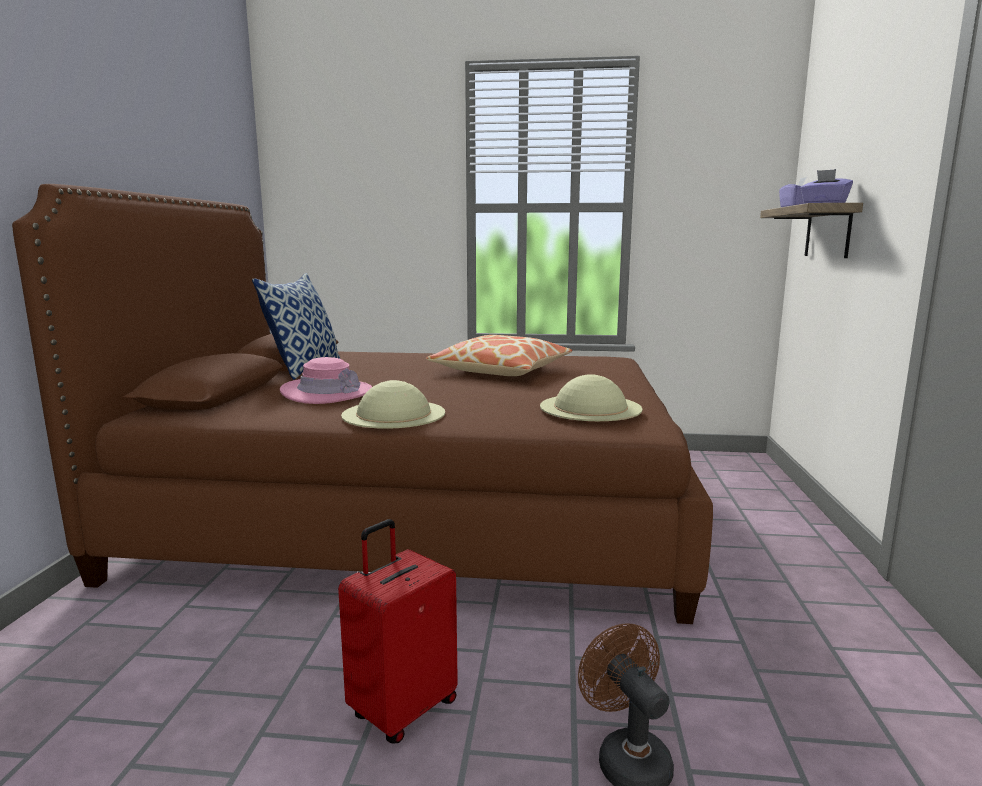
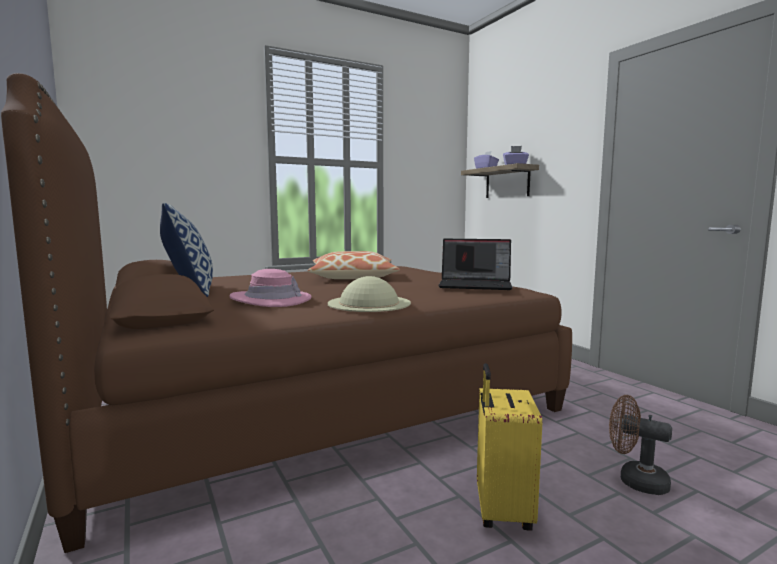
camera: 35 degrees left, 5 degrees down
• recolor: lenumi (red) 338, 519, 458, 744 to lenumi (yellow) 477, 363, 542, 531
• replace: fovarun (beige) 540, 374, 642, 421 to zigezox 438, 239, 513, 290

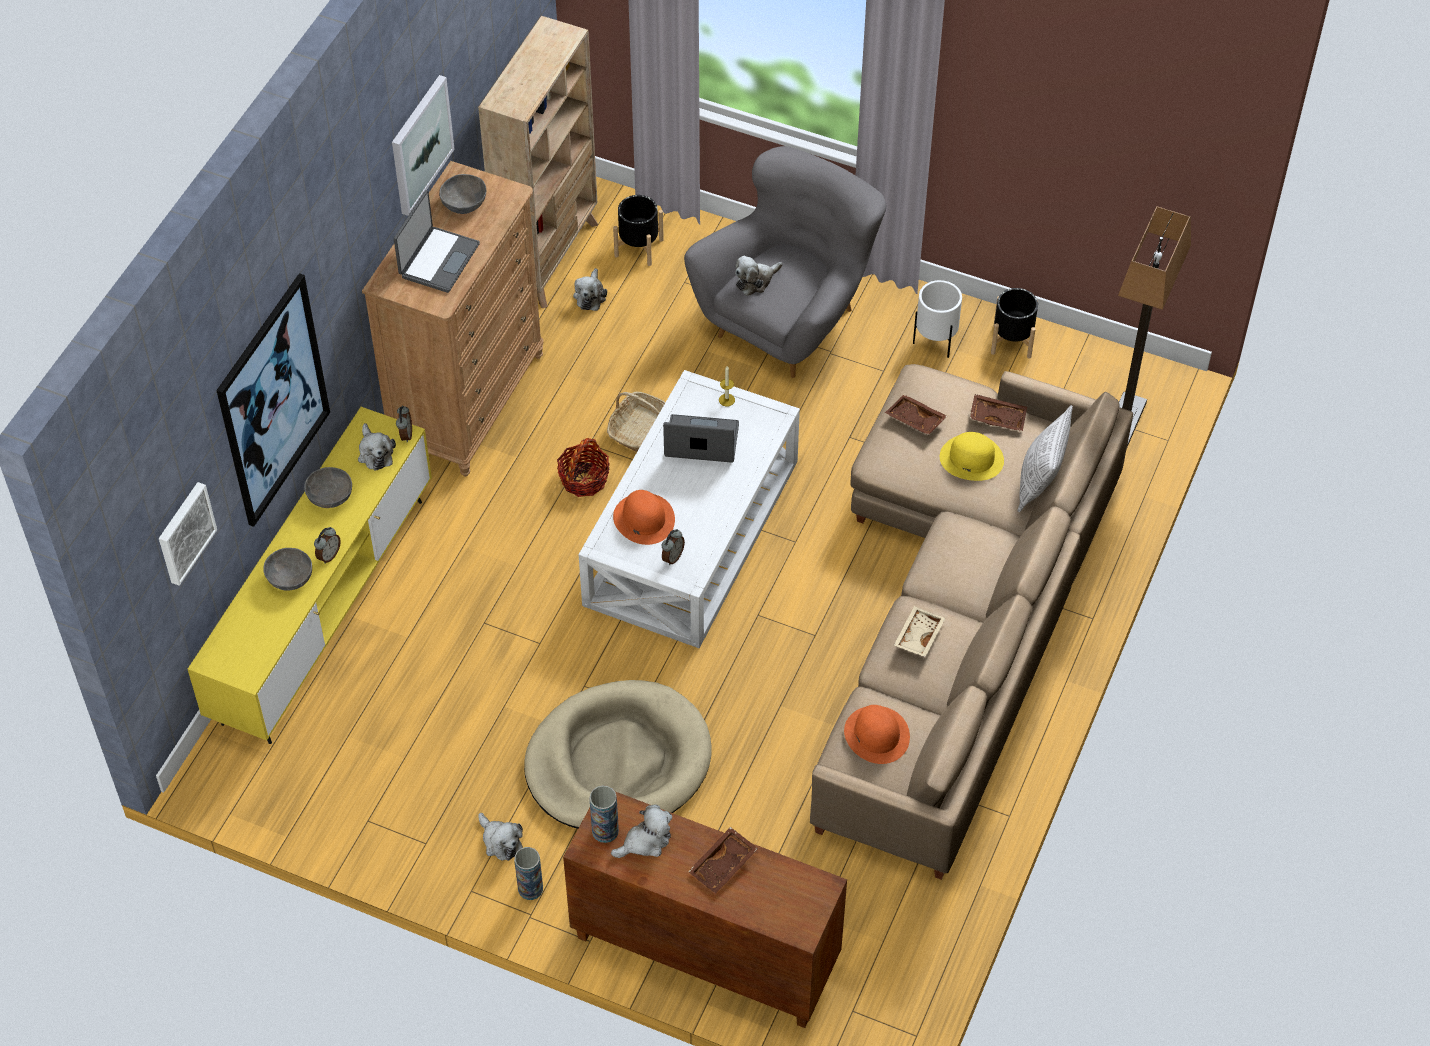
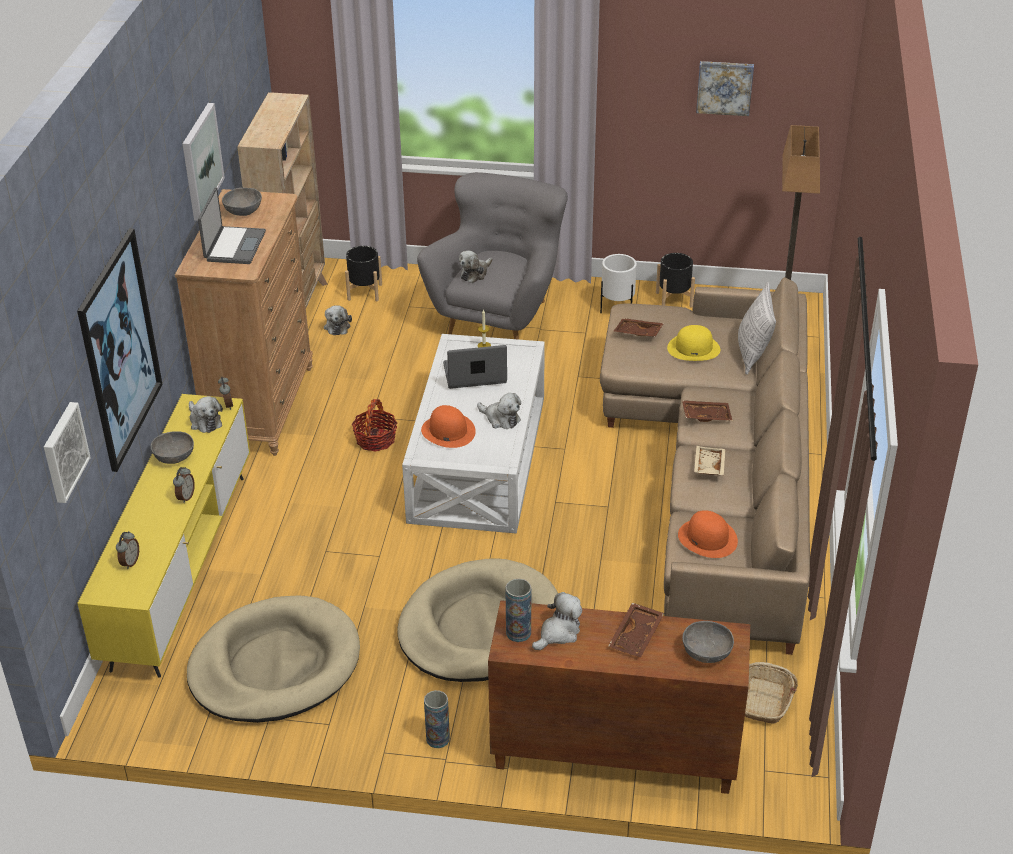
camera: 15 degrees left, 15 degrees down
• move: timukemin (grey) 263, 548, 312, 591 to 682, 621, 734, 663
• move: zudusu 478, 813, 523, 861 to 477, 393, 521, 429
• move: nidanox 607, 392, 665, 452 to 745, 662, 798, 723
• move: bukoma 662, 529, 685, 565 to 116, 531, 139, 569
• move: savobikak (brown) 970, 394, 1027, 432 to 682, 400, 733, 422
• insert: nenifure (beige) 187, 596, 360, 723
• insert: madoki 696, 61, 754, 116

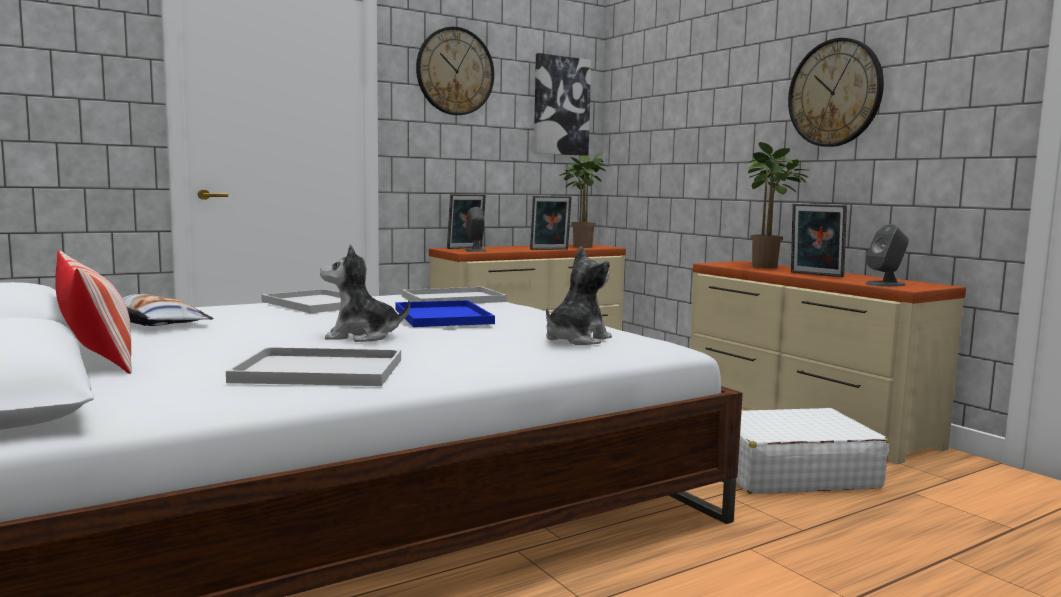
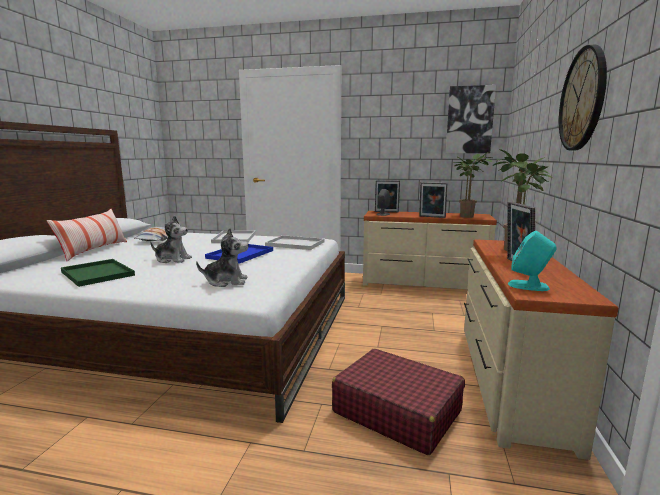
camera: 45 degrees right, 5 degrees up
• recolor: savobikak (white) 226, 347, 401, 386 to savobikak (green) 61, 259, 135, 287
• rotate: zudusu 320, 244, 410, 342 = 150, 215, 192, 263 150 degrees clockwise
• delete: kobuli 416, 27, 494, 115
• recolor: lenumi (white) 736, 408, 889, 494 to lenumi (red) 332, 349, 465, 455
• recolor: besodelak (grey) 866, 224, 909, 287 to besodelak (turquoise) 508, 231, 557, 291

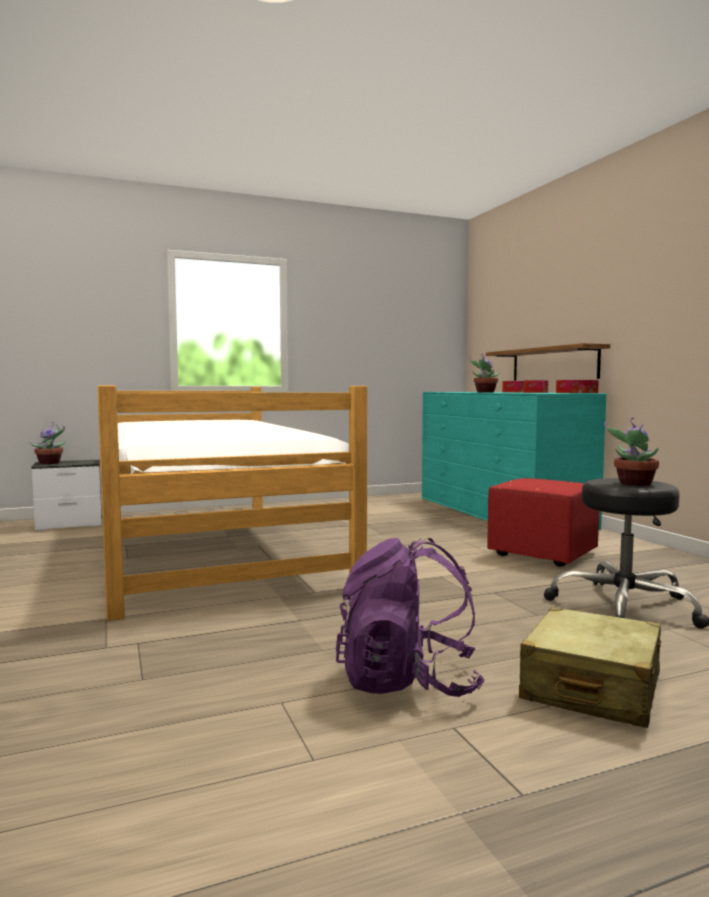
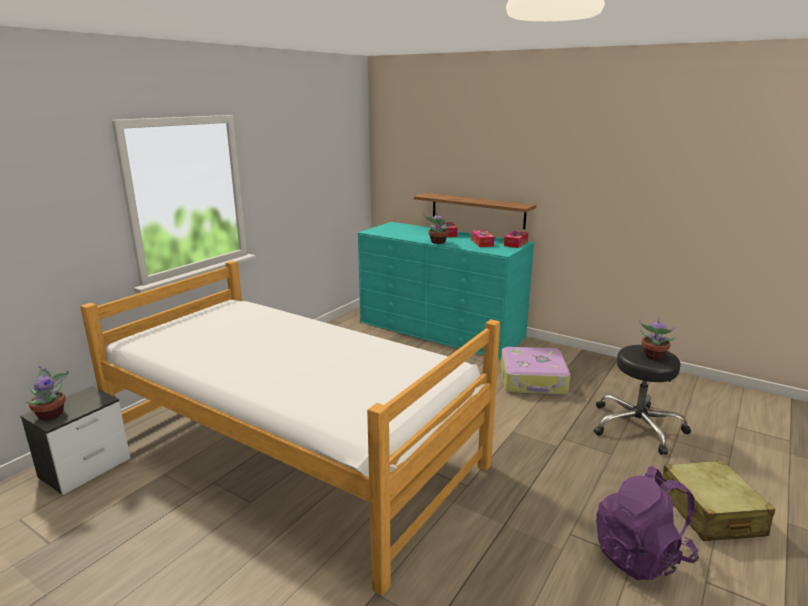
camera: 35 degrees left, 15 degrees up
• replace: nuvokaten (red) 487, 478, 599, 566 to lenumi 501, 347, 571, 395

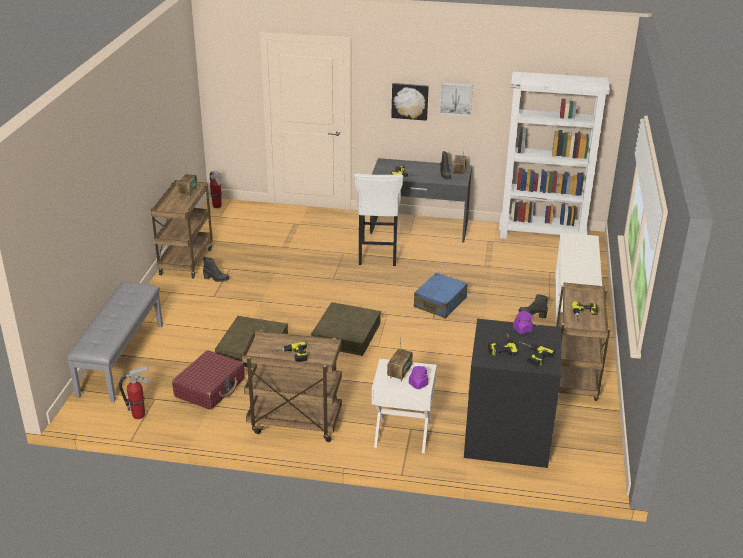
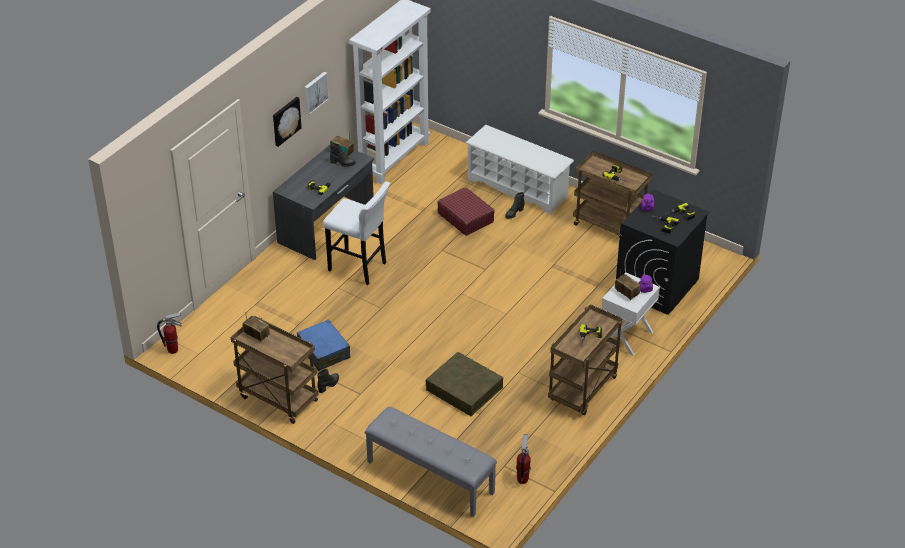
camera: 65 degrees left, 10 degrees up
• move: lenumi (red) 172, 350, 245, 410 to 437, 187, 495, 236
• delete: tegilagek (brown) 311, 302, 381, 356
• move: lenumi (blue) 414, 273, 468, 319 to 297, 319, 350, 371

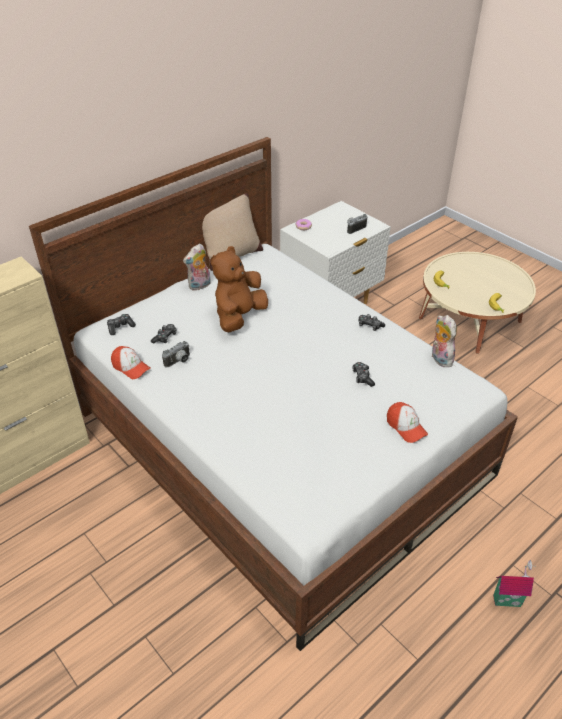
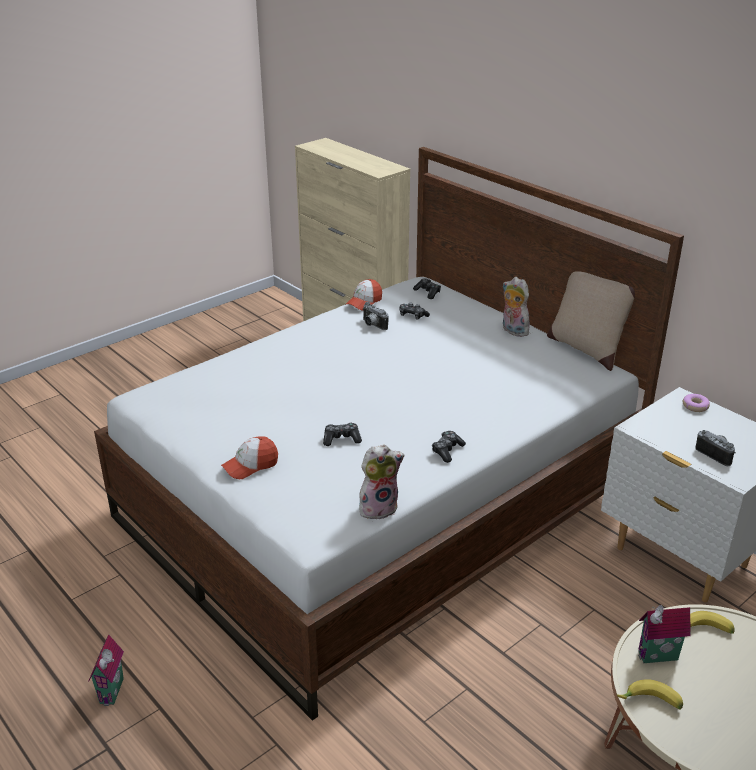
camera: 90 degrees right, 10 degrees down
• delete: zudusu (brown) 210, 246, 268, 332
• insert: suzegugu 638, 605, 691, 663

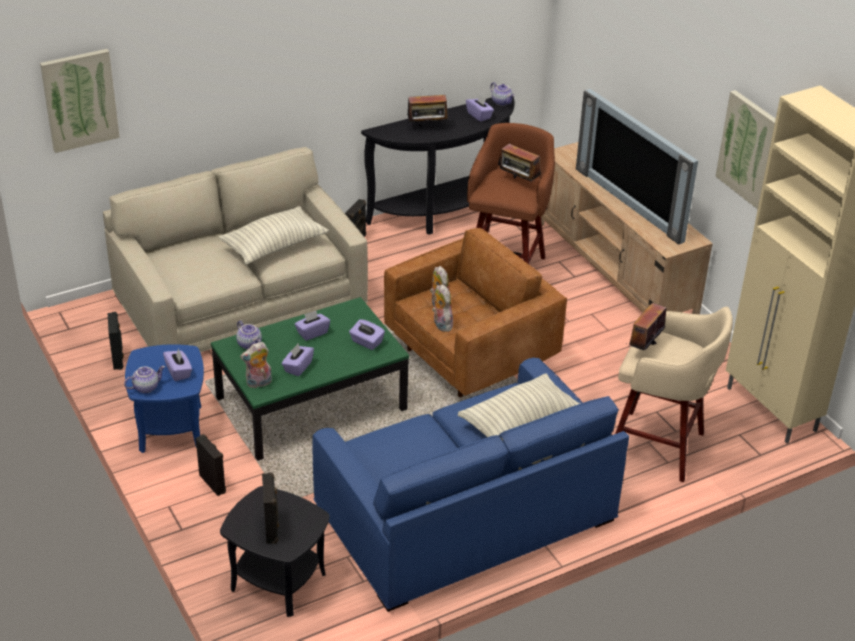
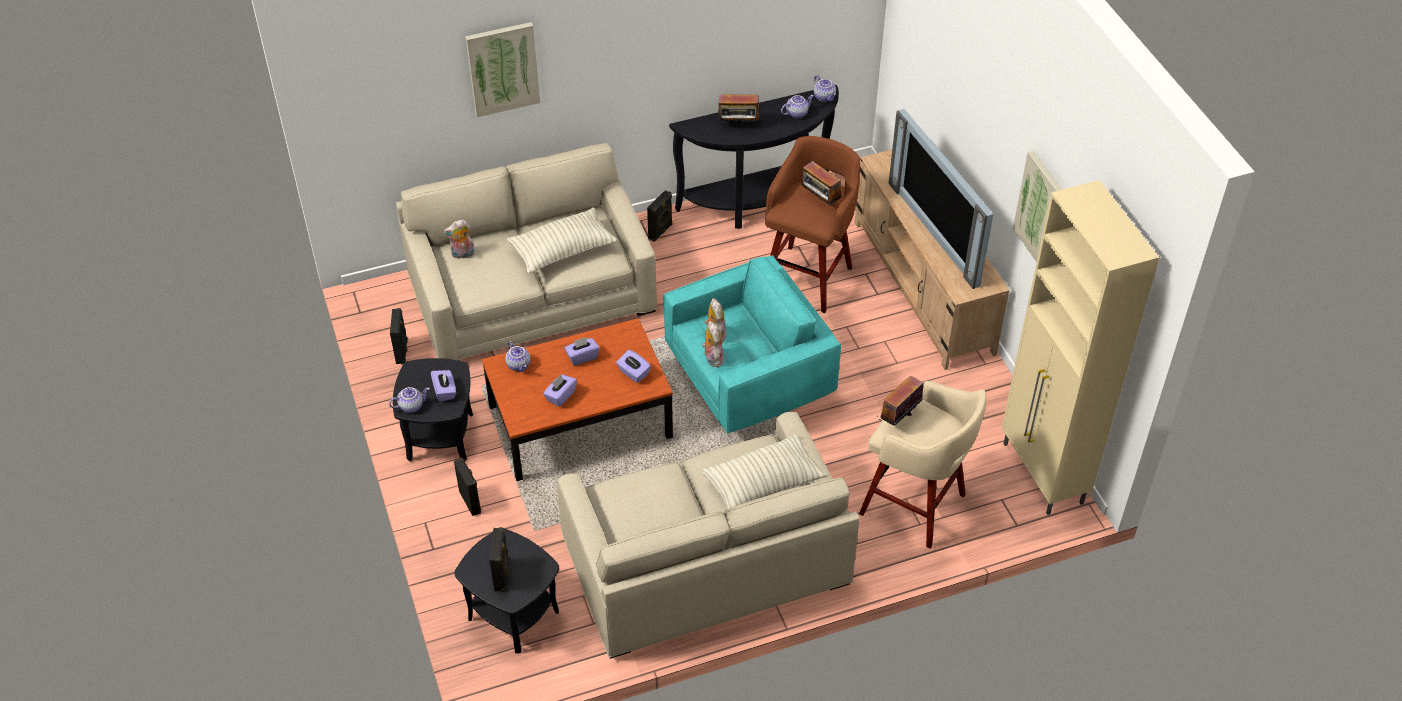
camera: 10 degrees right, 10 degrees up
• move: madoki 40, 49, 120, 153 to 465, 22, 540, 117
• recolor: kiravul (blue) 125, 344, 204, 453 to kiravul (black) 393, 358, 473, 461
• recolor: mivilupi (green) 211, 297, 409, 461 to mivilupi (brown) 482, 318, 673, 481
• move: zudusu 240, 342, 272, 388 to 443, 219, 475, 259
• recolor: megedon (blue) 312, 358, 629, 612 to megedon (beige) 557, 412, 860, 659
• recolor: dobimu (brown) 384, 228, 567, 397 to dobimu (turquoise) 663, 255, 841, 433
• replace: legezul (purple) 466, 95, 494, 122 to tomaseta 781, 95, 814, 119

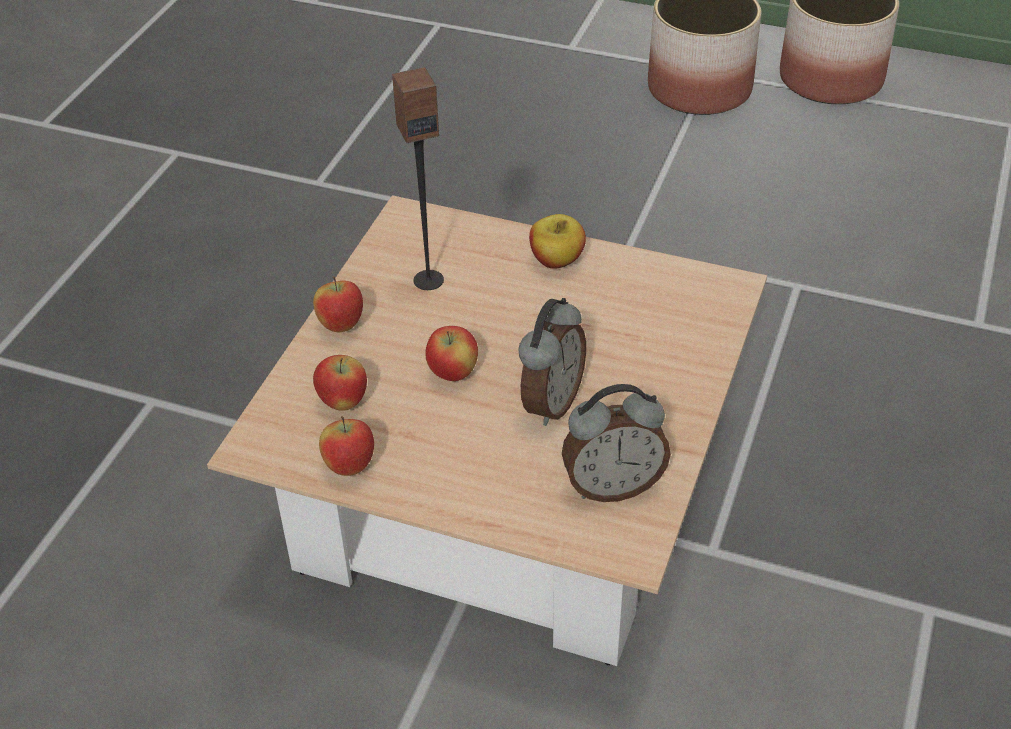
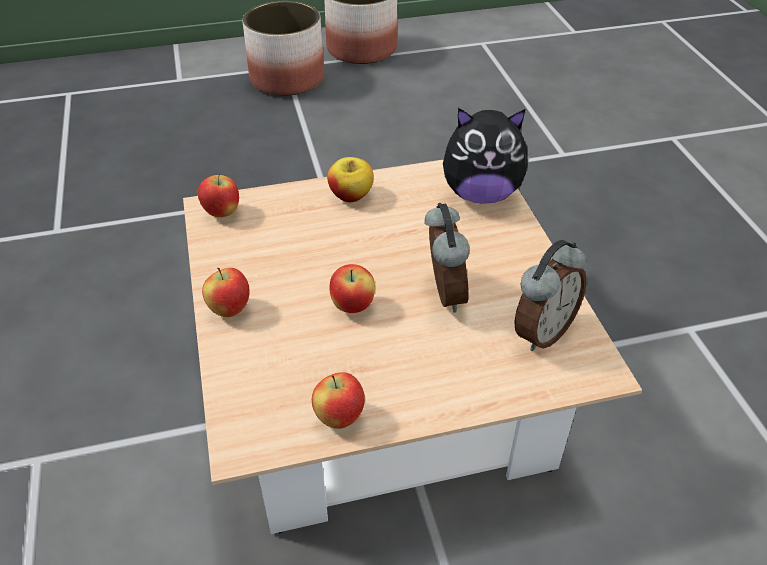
camera: 35 degrees left, 0 degrees up
• move: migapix 313, 355, 367, 411 to 198, 173, 239, 217
• delete: besodelak 392, 67, 444, 290
• insert: zudusu 443, 108, 532, 204

